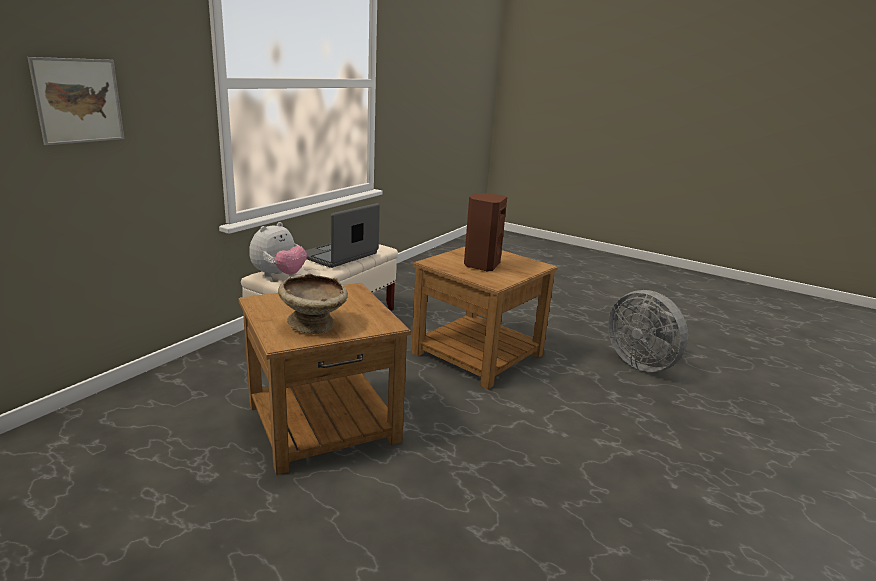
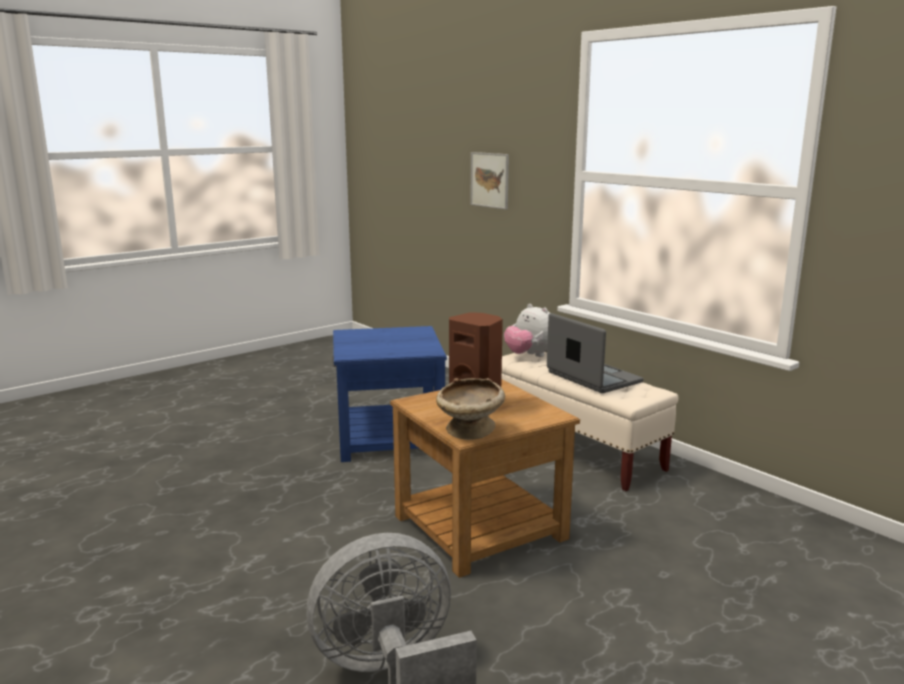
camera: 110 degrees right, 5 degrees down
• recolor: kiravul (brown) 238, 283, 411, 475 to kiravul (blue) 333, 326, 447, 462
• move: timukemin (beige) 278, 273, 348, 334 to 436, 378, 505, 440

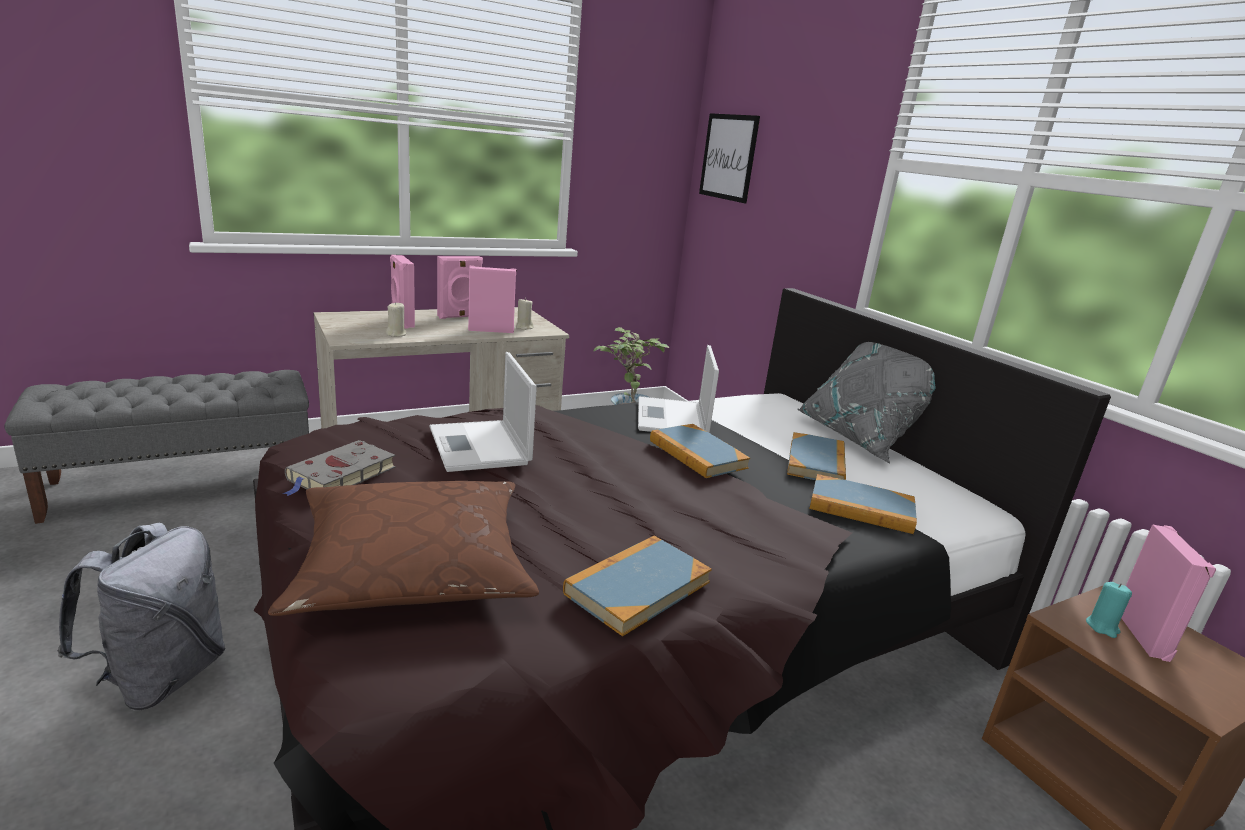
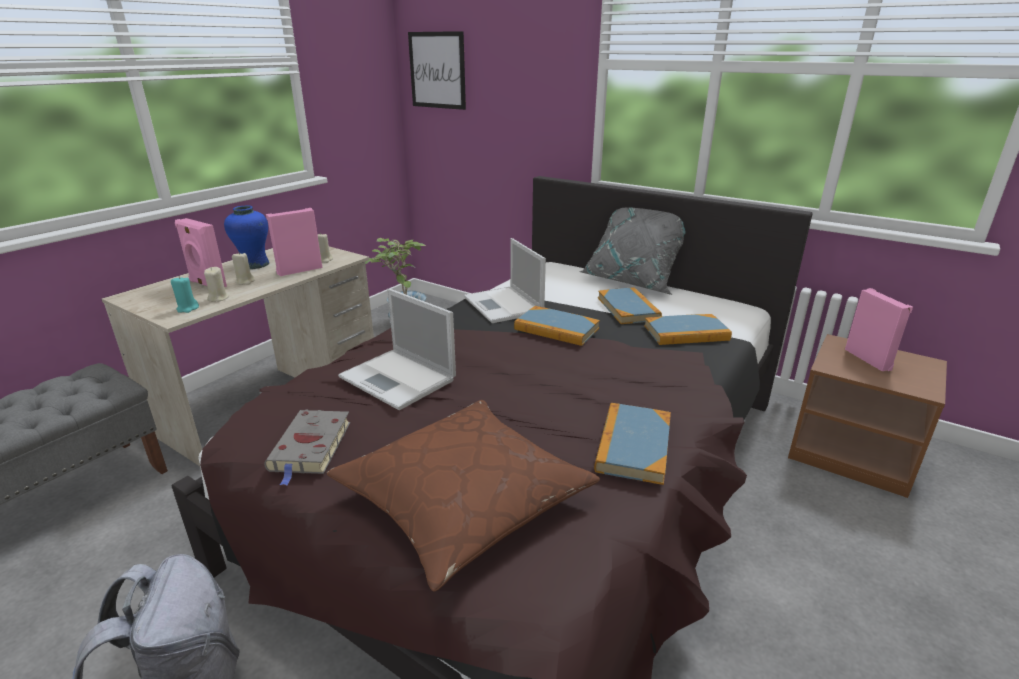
camera: 25 degrees left, 5 degrees up
• replace: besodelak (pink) 437, 256, 483, 319 to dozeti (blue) 224, 205, 269, 269
• move: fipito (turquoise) 1086, 582, 1132, 638 to 171, 276, 199, 313
• insert: fipito (beige) 232, 252, 255, 285

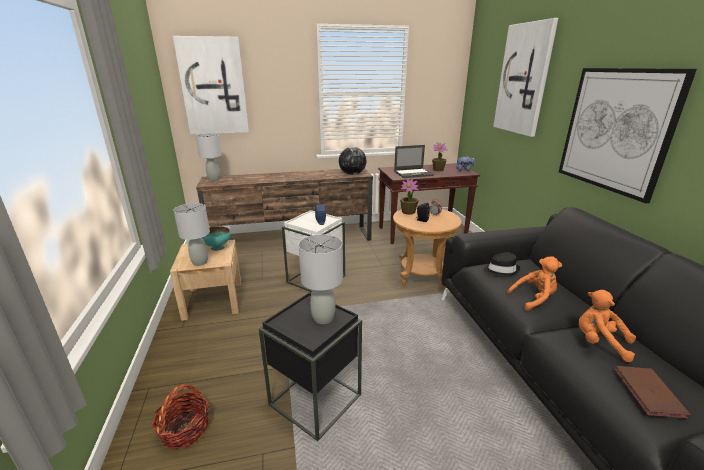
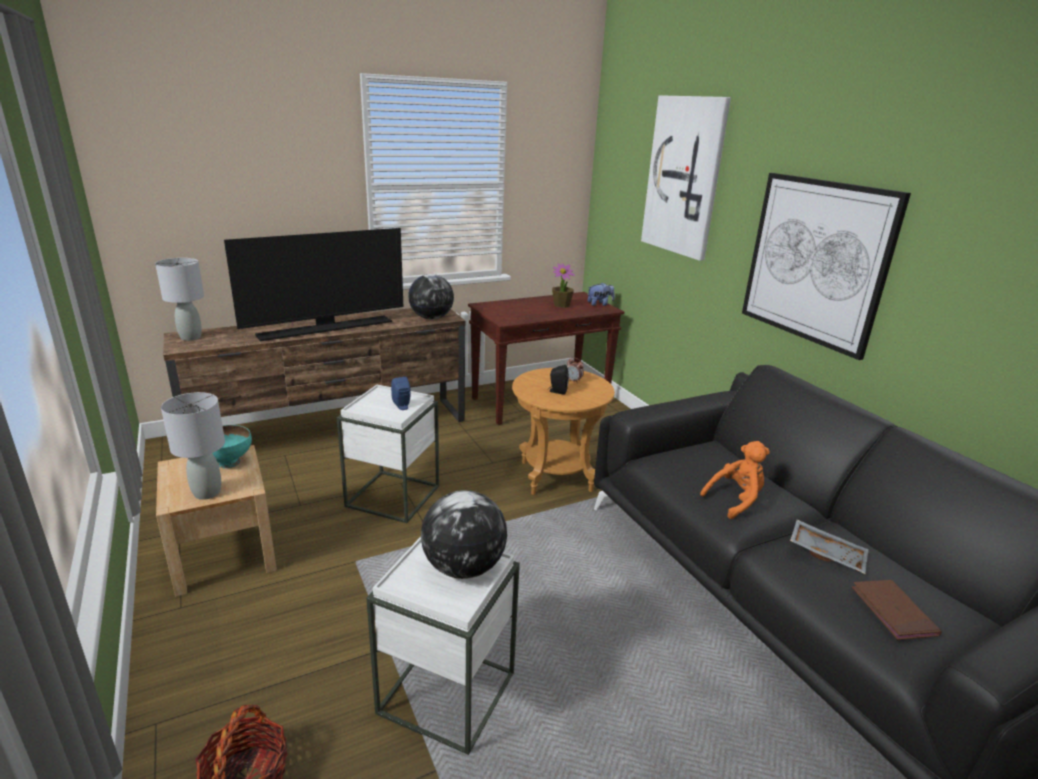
camera: 15 degrees left, 0 degrees up
• delete: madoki 173, 36, 249, 135
• recolor: kiravul (black) 259, 292, 362, 441 to kiravul (white) 366, 537, 520, 755
• replace: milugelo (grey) 298, 234, 343, 324 to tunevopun 421, 490, 507, 579
• delete: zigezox 394, 145, 434, 178
• delete: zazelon 400, 179, 419, 215
• delete: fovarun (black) 484, 252, 520, 278
• replace: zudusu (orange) 578, 290, 636, 362 to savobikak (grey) 790, 520, 869, 574
• insert: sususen 224, 228, 403, 341

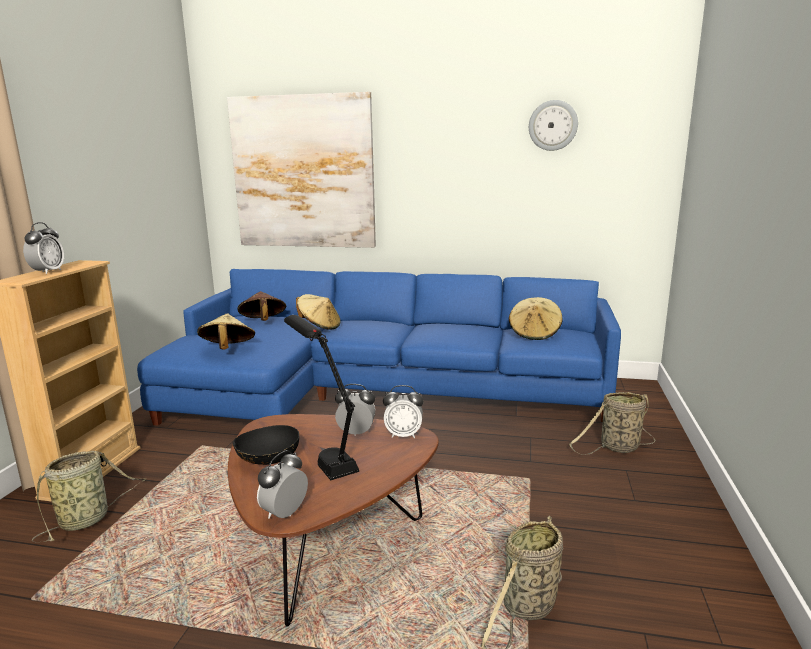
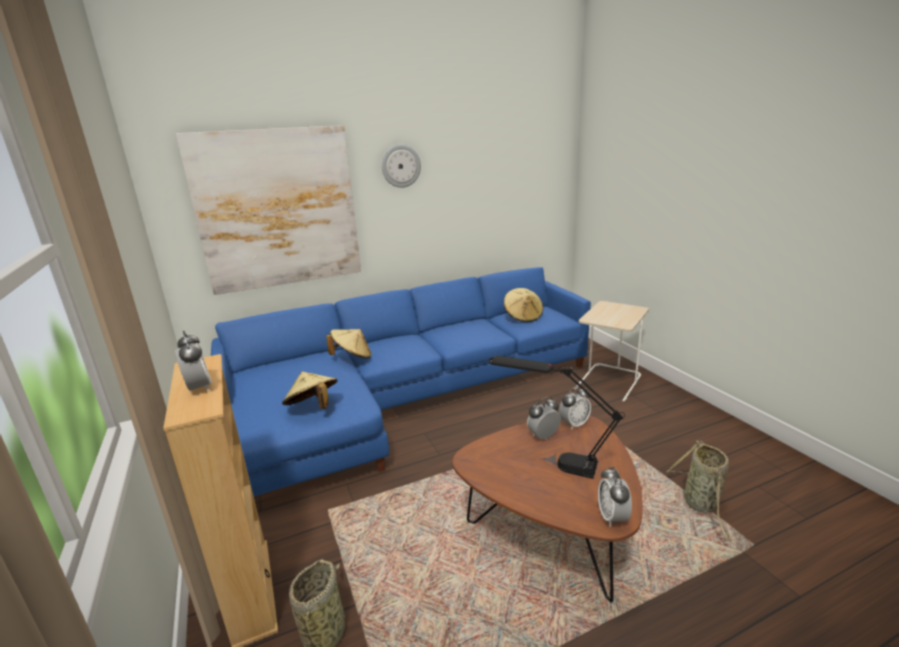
camera: 35 degrees left, 5 degrees up
• delete: timukemin (black) 232, 425, 299, 465
• delete: fovarun (brown) 237, 291, 287, 321
• move: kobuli 529, 100, 578, 151 to 382, 144, 421, 188
• replace: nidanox 569, 392, 655, 455 to kiravul (beige) 574, 301, 649, 402

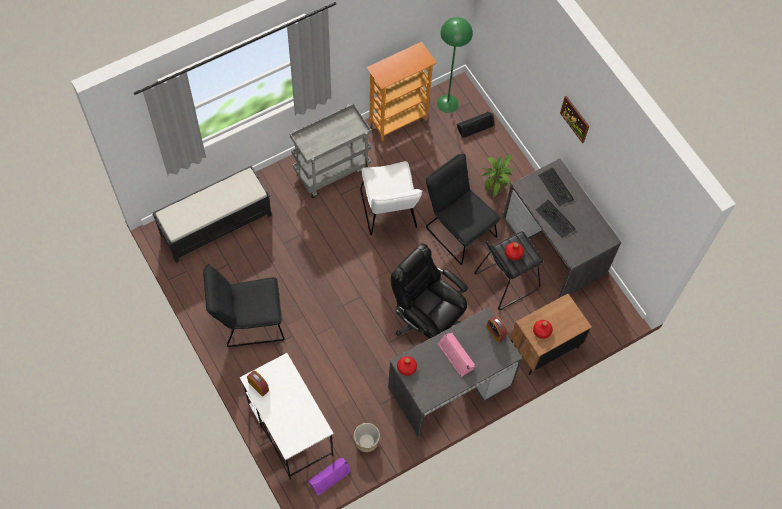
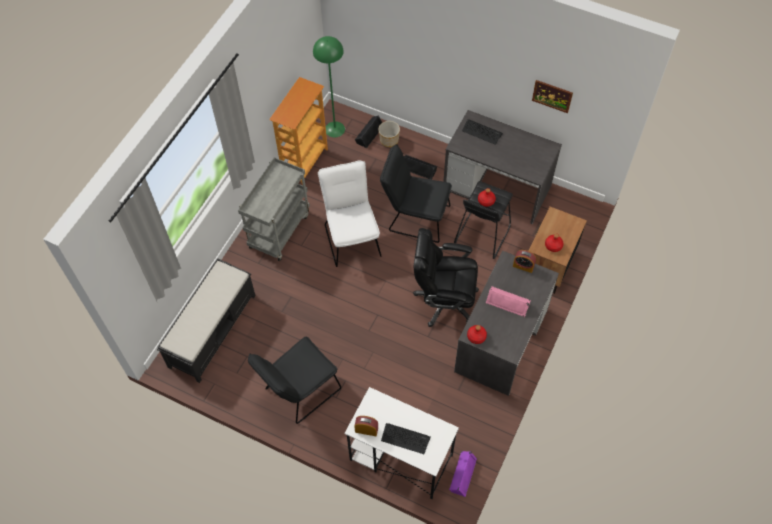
camera: 30 degrees left, 5 degrees down
• move: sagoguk 354, 423, 380, 452 to 378, 121, 400, 147
• rotate: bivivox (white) 360, 161, 423, 235 = 318, 160, 381, 267 150 degrees counterclockwise
• replace: zazelon 481, 155, 513, 199 to besodelak (black) 404, 155, 437, 180
• move: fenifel 536, 200, 576, 238 to 381, 423, 431, 454
• move: madoki 560, 96, 589, 143 to 532, 80, 573, 113

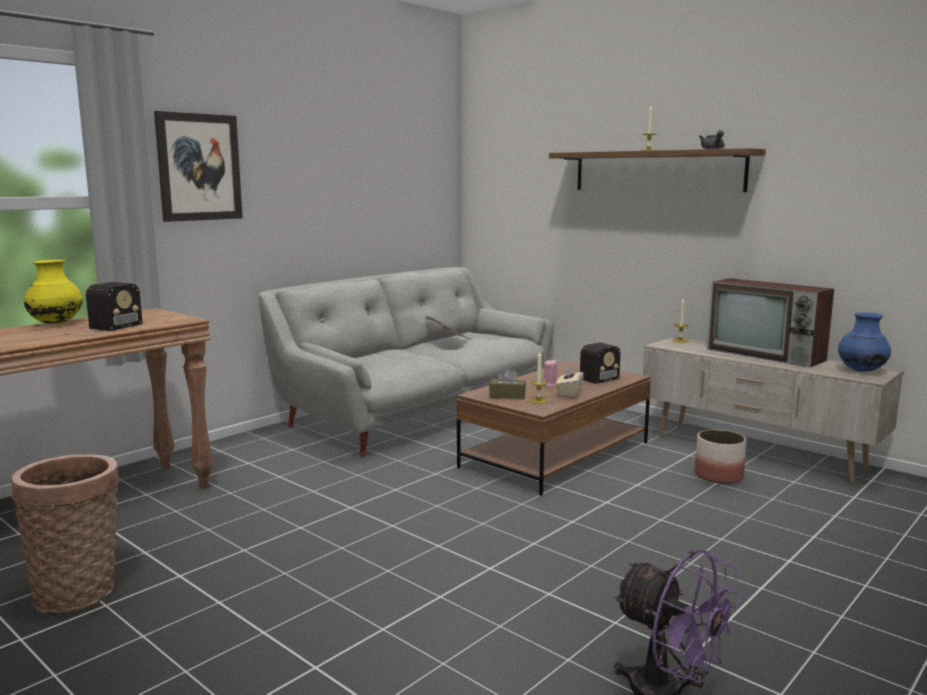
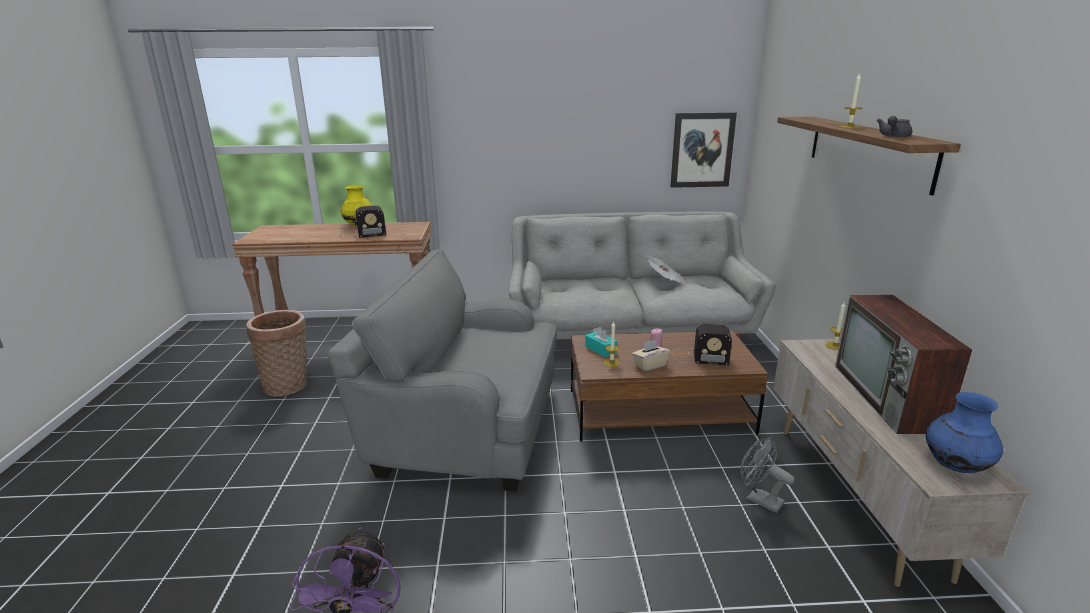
camera: 45 degrees right, 10 degrees up
• move: madoki 154, 111, 243, 222 to 670, 112, 737, 188
• recolor: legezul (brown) 489, 368, 526, 399 to legezul (turquoise) 585, 326, 617, 357
• replace: sagoguk 695, 430, 746, 484 to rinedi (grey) 740, 437, 795, 513
• insert: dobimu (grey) 328, 250, 557, 491

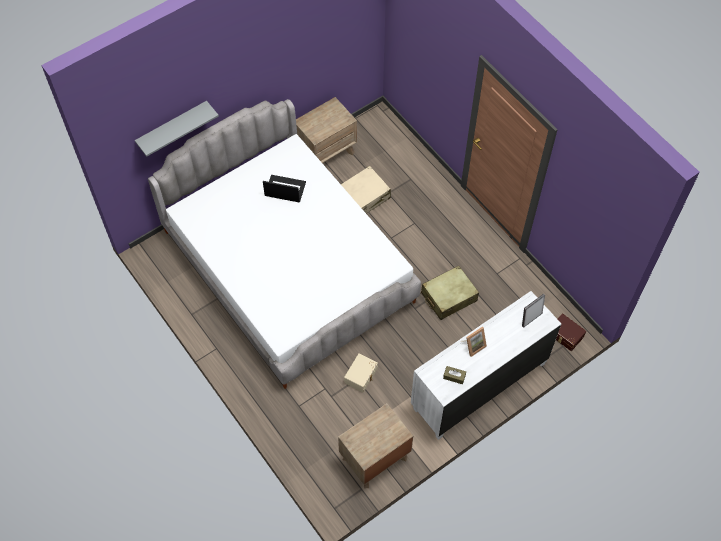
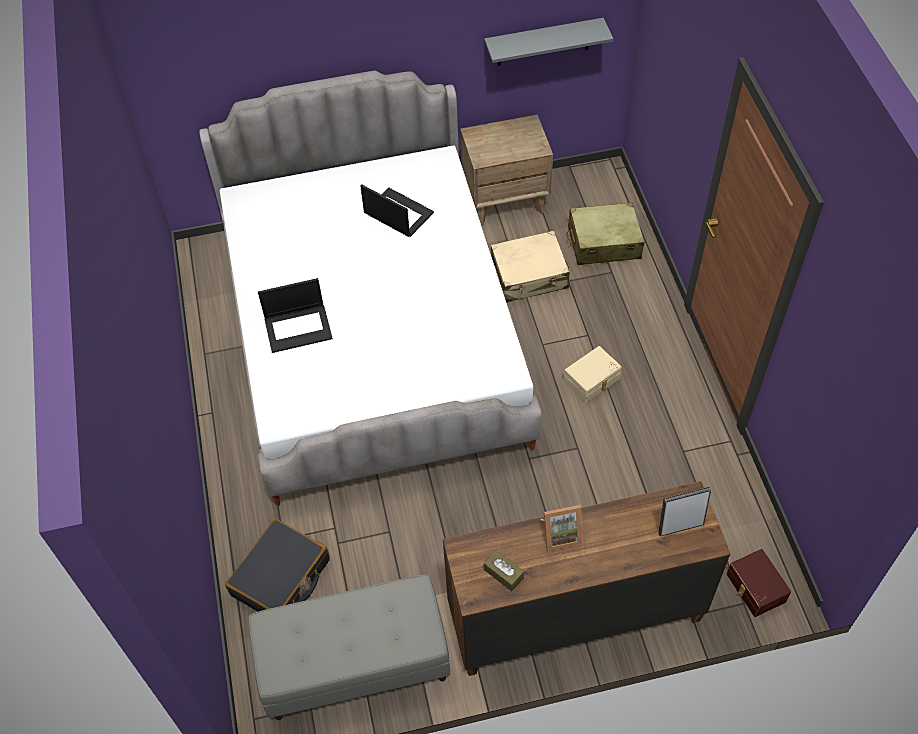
camera: 25 degrees right, 5 degrees down
• move: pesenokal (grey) 135, 101, 219, 157 to 484, 18, 613, 66
• replace: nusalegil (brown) 338, 404, 413, 489 to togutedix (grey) 248, 575, 450, 720
• move: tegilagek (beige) 344, 353, 378, 392 to 564, 346, 622, 403
• recolor: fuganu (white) 411, 291, 561, 440 to fuganu (brown) 443, 481, 730, 676
• move: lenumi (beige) 421, 265, 479, 320 to 567, 202, 645, 265
• insert: lenumi (black) 225, 519, 330, 612
• insert: zigezox 258, 278, 333, 353

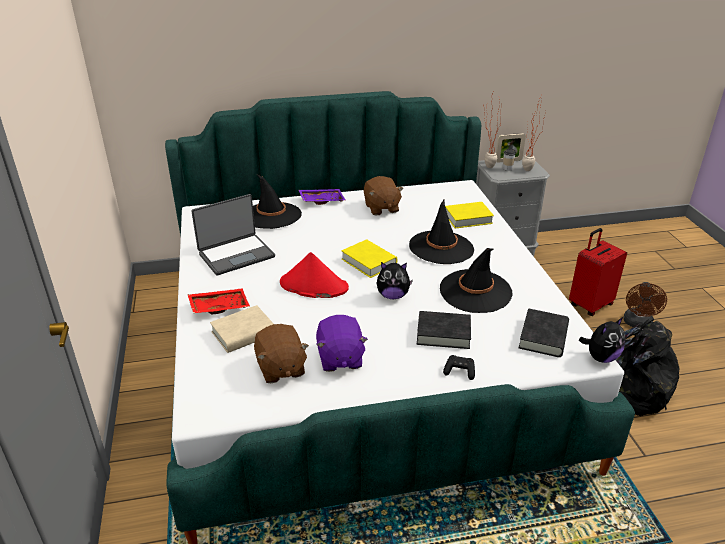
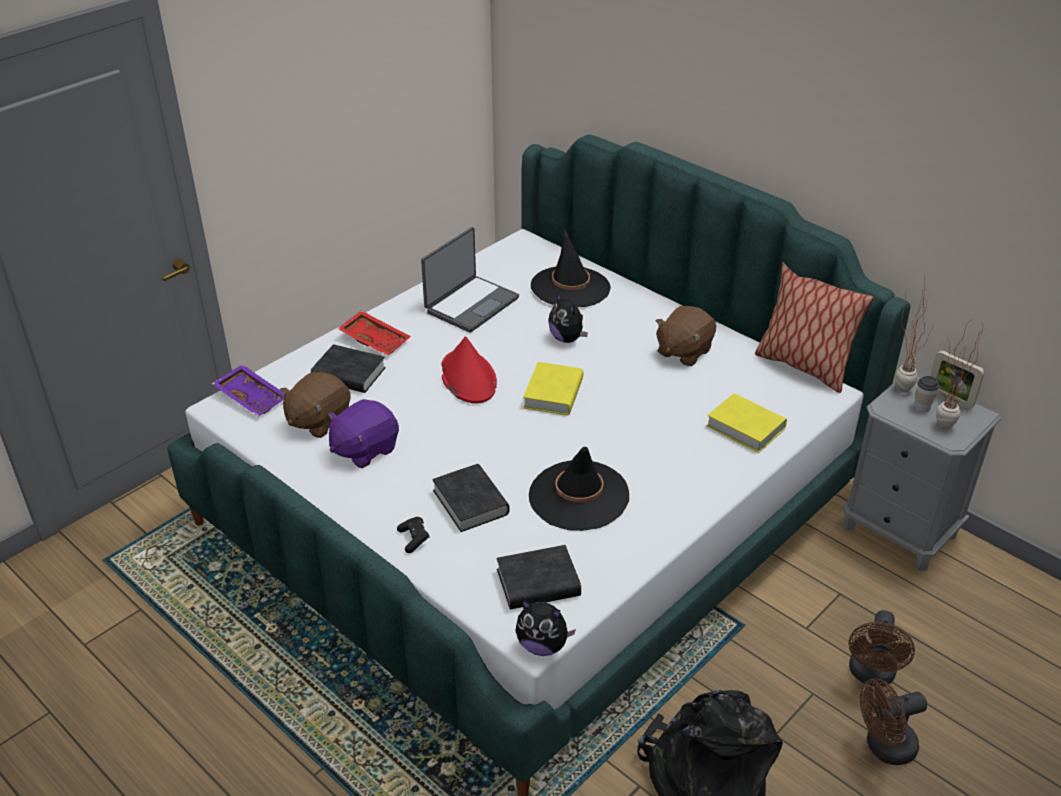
camera: 55 degrees right, 5 degrees up
• rotate: zigezox 191, 194, 275, 276 = 421, 227, 519, 333 75 degrees counterclockwise
• recolor: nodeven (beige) 210, 305, 274, 353 to nodeven (black) 311, 344, 386, 393
• move: savobikak (purple) 299, 189, 346, 205 to 212, 364, 284, 417
• move: zudusu 377, 262, 413, 299 to 548, 292, 588, 343
• delete: fovarun (black) 409, 200, 474, 264
• replace: lenumi (red) 569, 228, 627, 316 to rinedi (brown) 849, 610, 915, 686
• insert: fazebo 755, 262, 874, 393

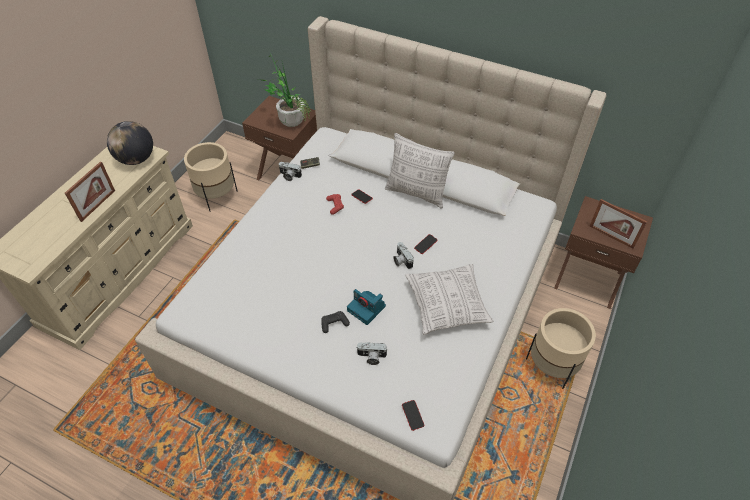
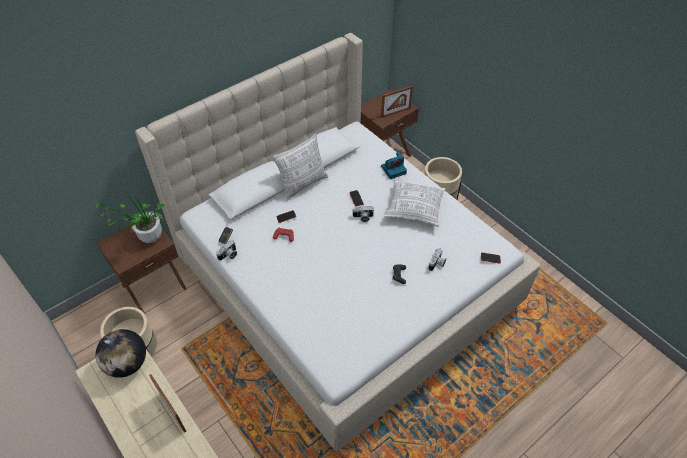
camera: 65 degrees left, 0 degrees up
• move: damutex 347, 289, 386, 325 to 381, 152, 407, 179

